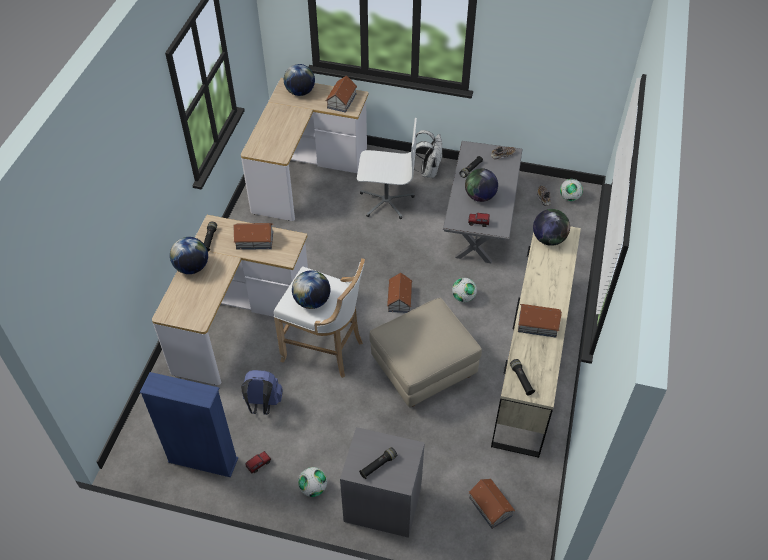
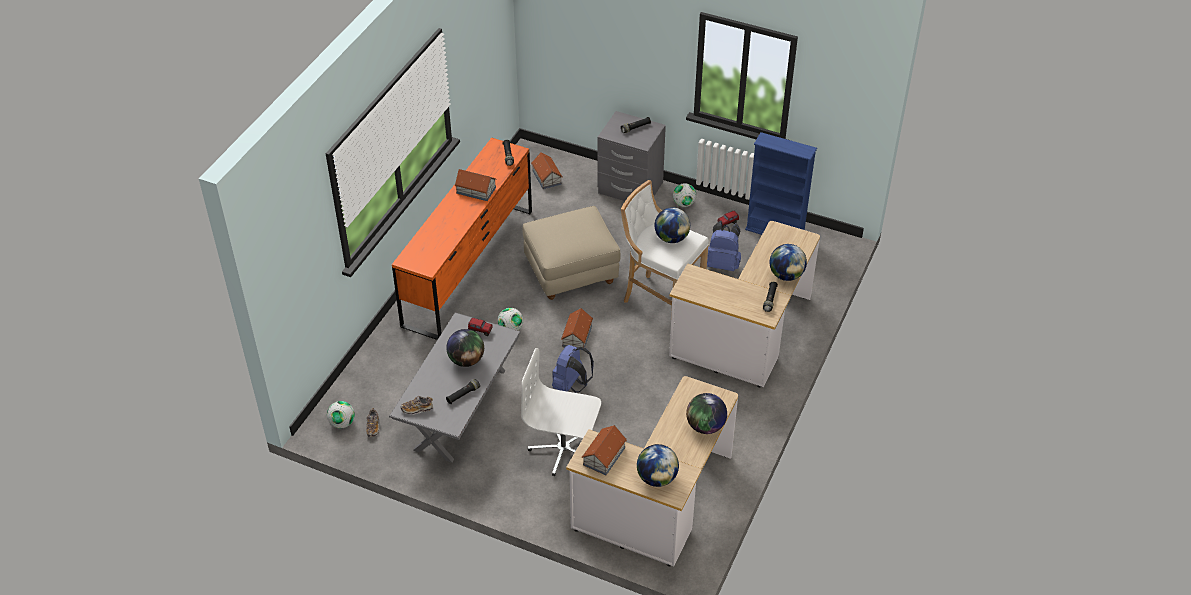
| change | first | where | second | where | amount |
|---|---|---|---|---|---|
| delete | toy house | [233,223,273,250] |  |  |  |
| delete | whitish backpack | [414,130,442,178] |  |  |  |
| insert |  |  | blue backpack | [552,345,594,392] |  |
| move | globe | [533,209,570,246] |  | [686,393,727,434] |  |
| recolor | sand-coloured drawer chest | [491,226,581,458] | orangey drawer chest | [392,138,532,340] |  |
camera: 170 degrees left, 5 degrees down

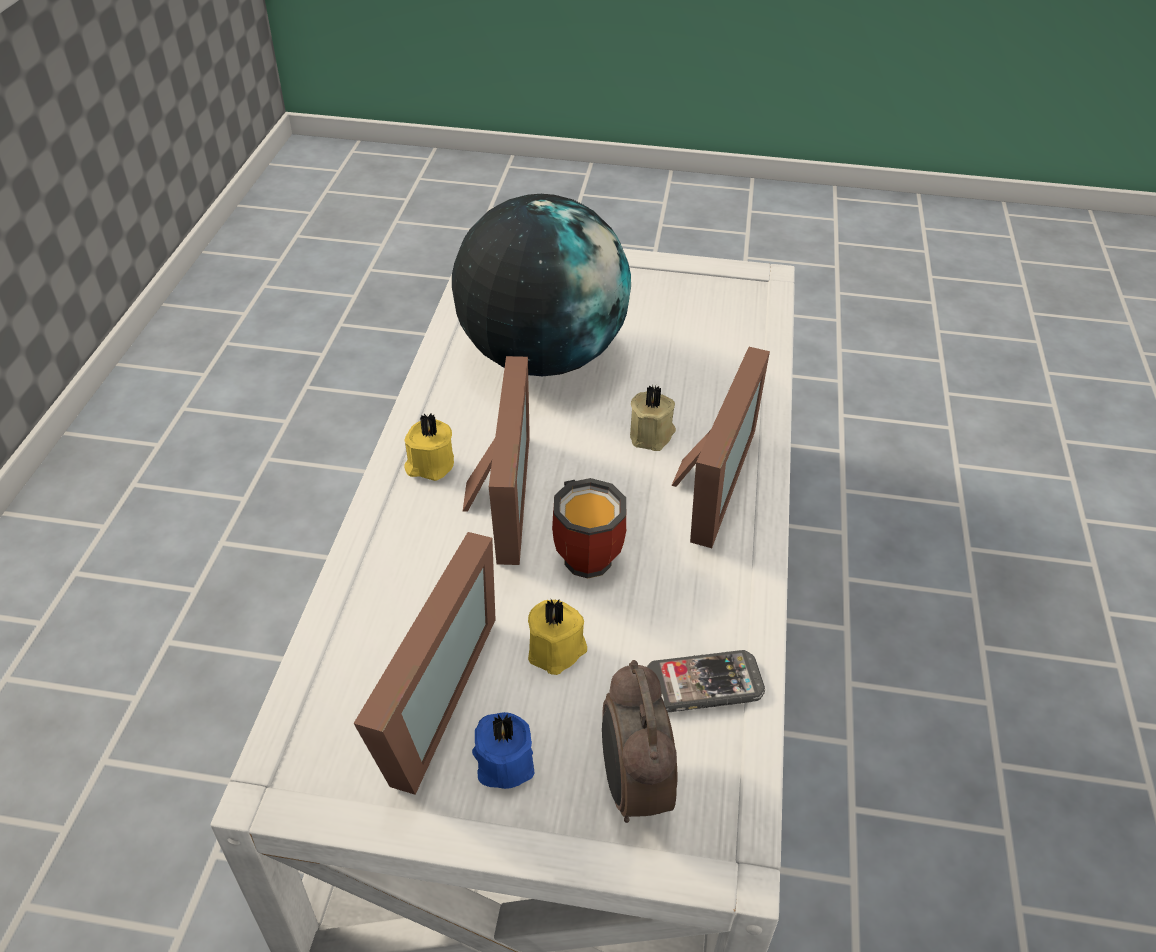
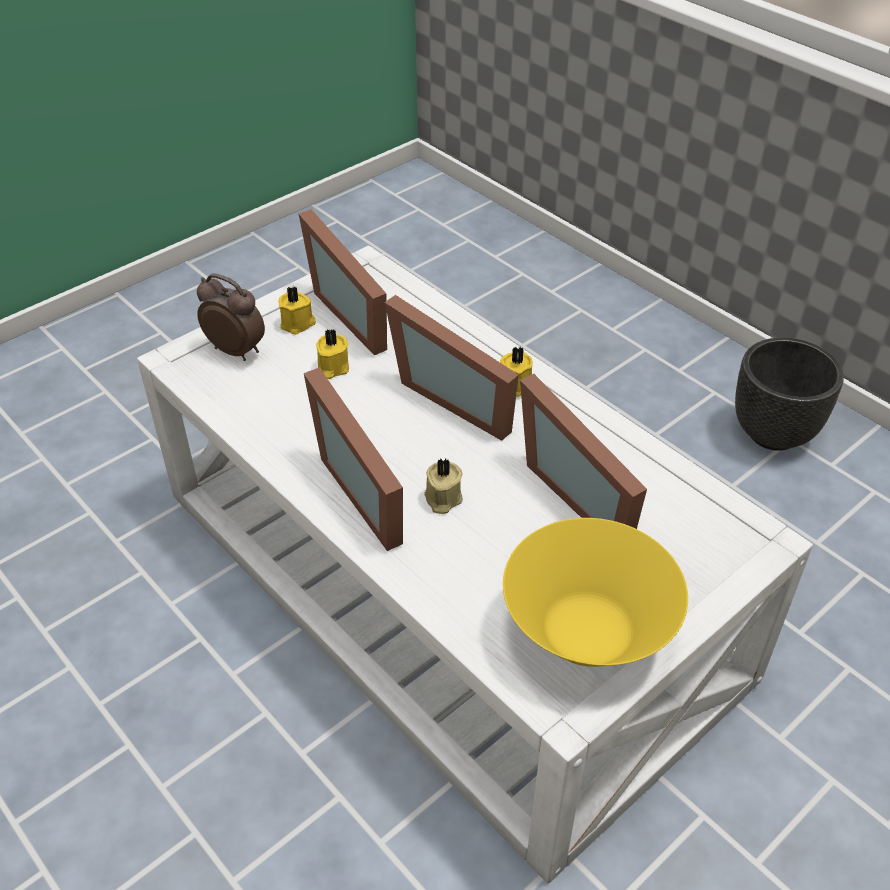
| change | first | where | second | where | amount |
|---|---|---|---|---|---|
| delete | tea mug | [552,478,626,579] |  |  |  |
| delete | telephone | [647,650,765,712] |  |  |  |
| insert |  |  | yellowish bowl | [503,518,688,667] |  |
| insert |  |  | blackish planter | [735,337,844,451] |  |
| replace | globe | [452,194,631,376] | picture frame | [520,374,647,529] |  |
| recolor | blue wax candle | [472,712,534,789] | yellowish wax candle | [278,287,316,335] |  |
camera: 130 degrees right, 0 degrees up

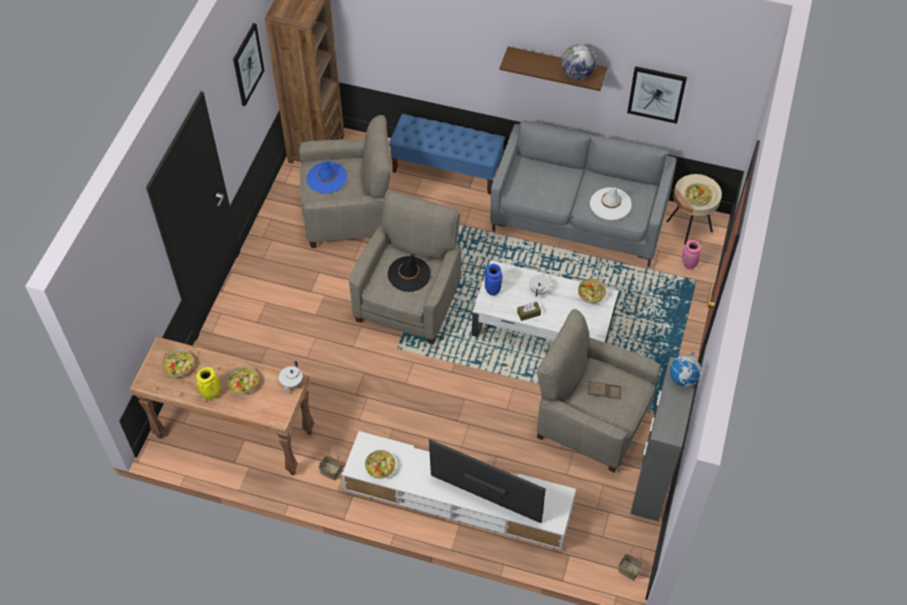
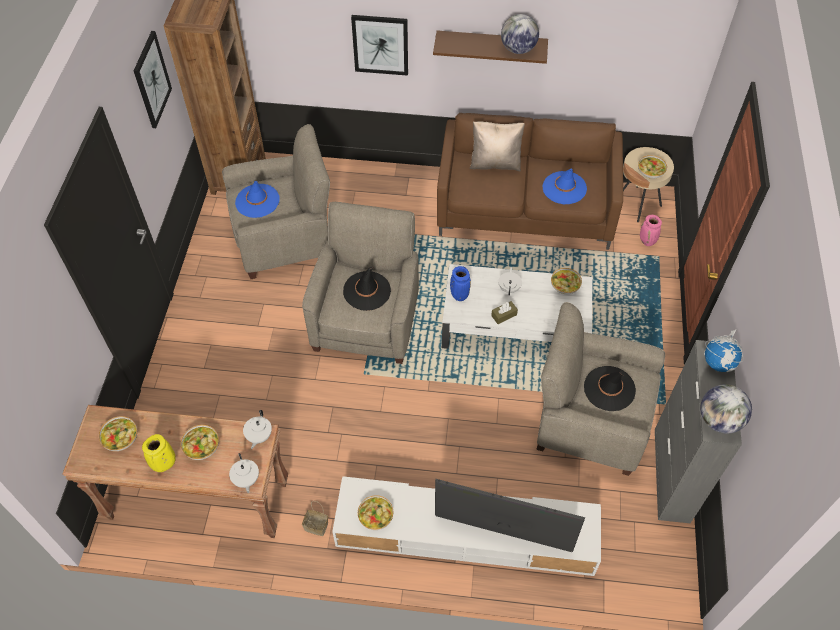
| change | first | where | second | where | amount |
|---|---|---|---|---|---|
| delete | blue indoor bench | [389,114,505,195] |  |  |  |
| delete | household basket | [618,547,643,580] |  |  |  |
| insert |  |  | whitish tea pot | [229,453,259,493] |  |
| insert |  |  | sand-coloured throw pillow | [469,121,525,172] |  |
| insert |  |  | globe | [700,384,752,434] |  |
| move | picture | [627,66,687,124] |  | [351,15,408,76] |  |
| replace | brown serving tray | [588,381,622,399] | blackish wearable hat | [584,366,636,411] |  |
| recolor | grey couch | [490,120,677,267] | brown couch | [437,113,623,250] |  |
| recolor | whitish wearable hat | [590,187,632,220] | blue wearable hat | [543,168,587,204] |  |
camera: 10 degrees left, 0 degrees up

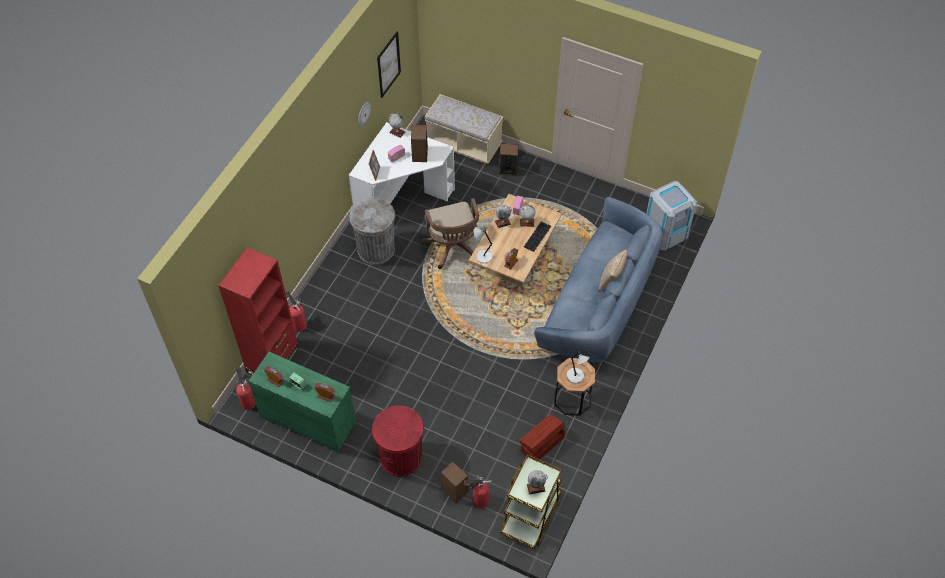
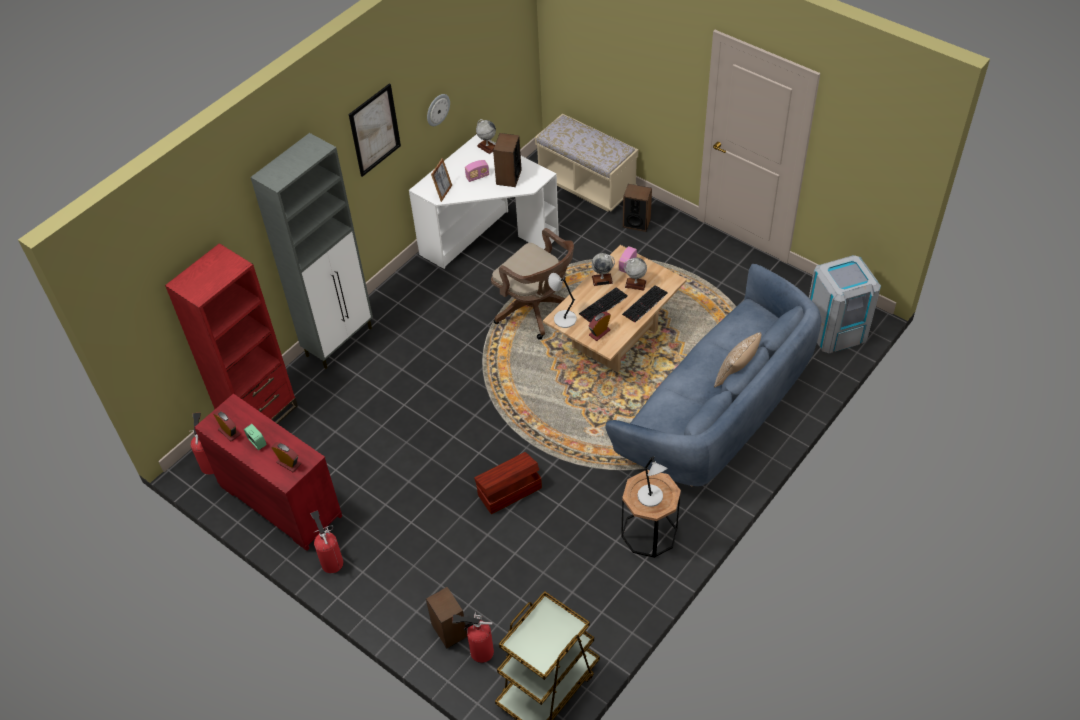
| change | first | where | second | where | amount |
|---|---|---|---|---|---|
| delete | grey trash can | [349,197,395,265] |  |  |  |
| delete | red trash can | [372,405,424,477] |  |  |  |
| delete | globe | [527,470,548,495] |  |  |  |
| insert |  |  | grey cupboard | [251,133,373,369] |  |
| insert |  |  | computer keyboard | [579,287,628,322] |  |
| move | fire-fighting cylinder | [285,291,307,332] |  | [310,510,344,573] |  |
| move | picture | [377,31,401,98] |  | [349,83,401,177] |  |
| move | brown storage container | [520,414,566,461] |  | [474,452,542,514] |  |
| recolor | green-coloured drawer chest | [249,352,356,453] | red drawer chest | [194,393,342,551] |  |
| rotate | brown office chair | [421,198,479,269] |  | [491,228,574,340] | 45 degrees counterclockwise |
camera: 15 degrees right, 5 degrees down

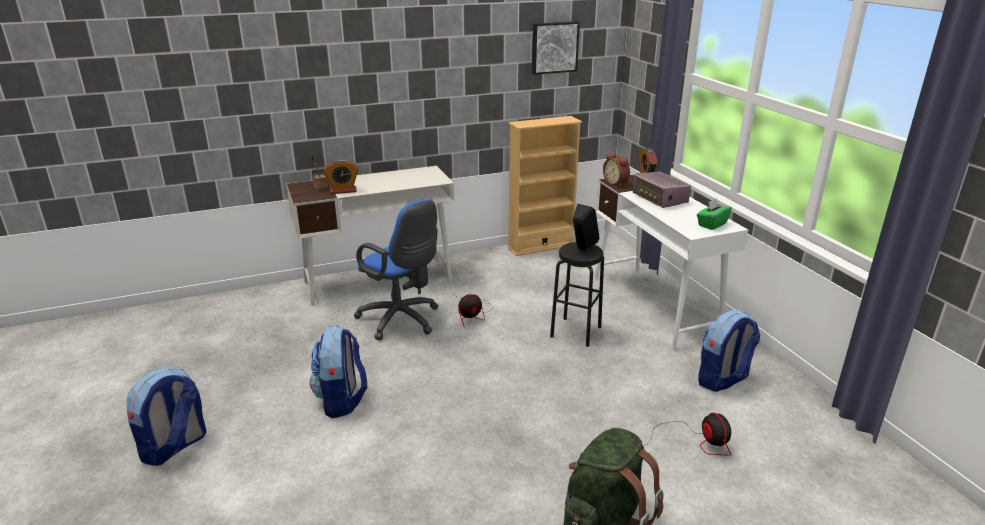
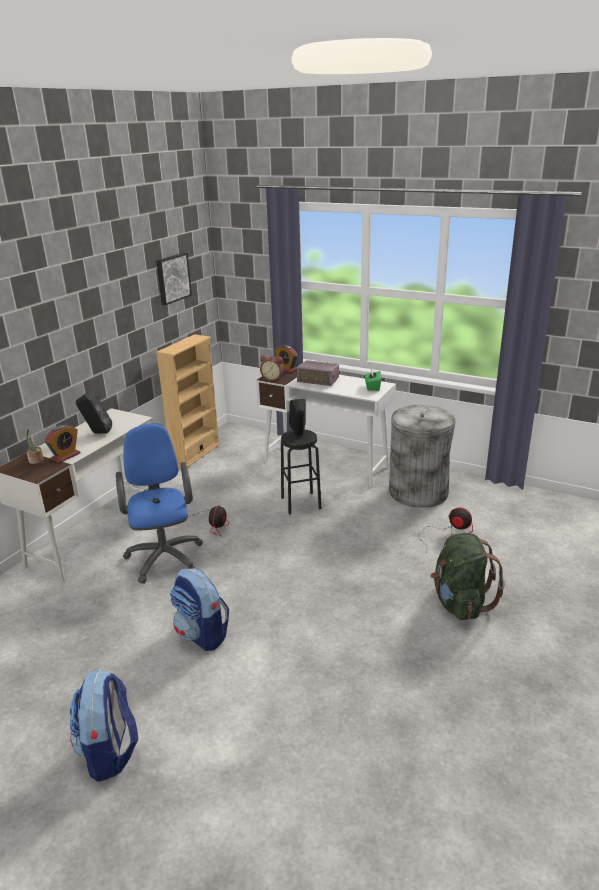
| change | first | where | second | where | amount |
|---|---|---|---|---|---|
| insert |  |  | blackish speaker | [76,391,112,434] |  |
| replace | backpack | [698,310,760,392] | grey trash can | [389,405,455,508] |  |
| rotate | blue office chair | [354,199,438,341] |  | [116,423,203,584] | 105 degrees counterclockwise |
camera: 40 degrees left, 0 degrees up

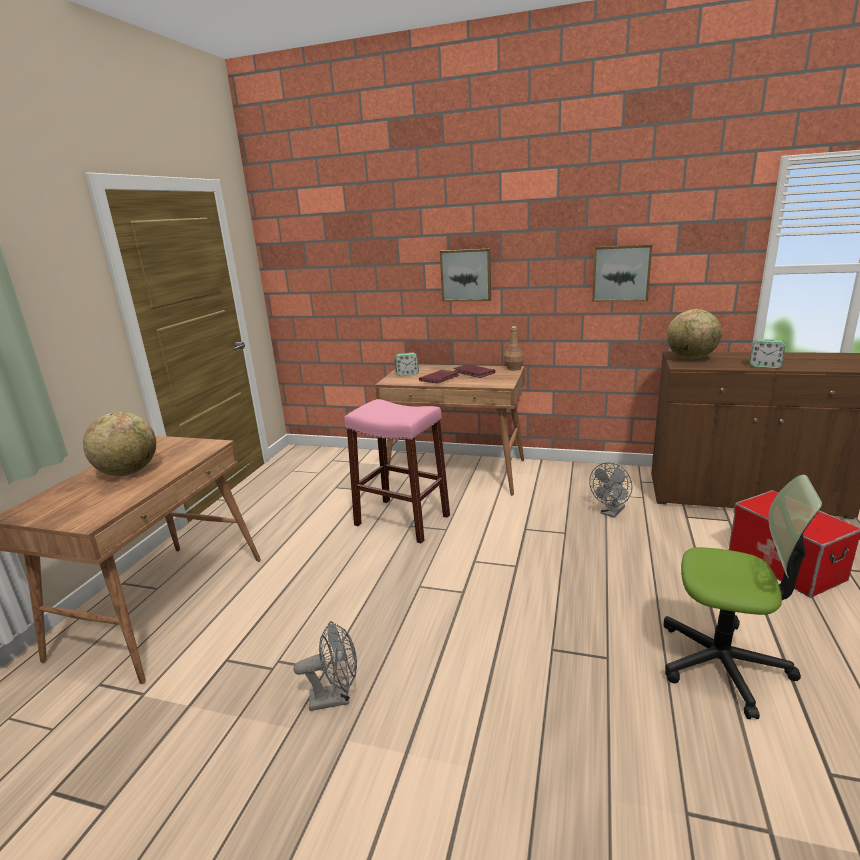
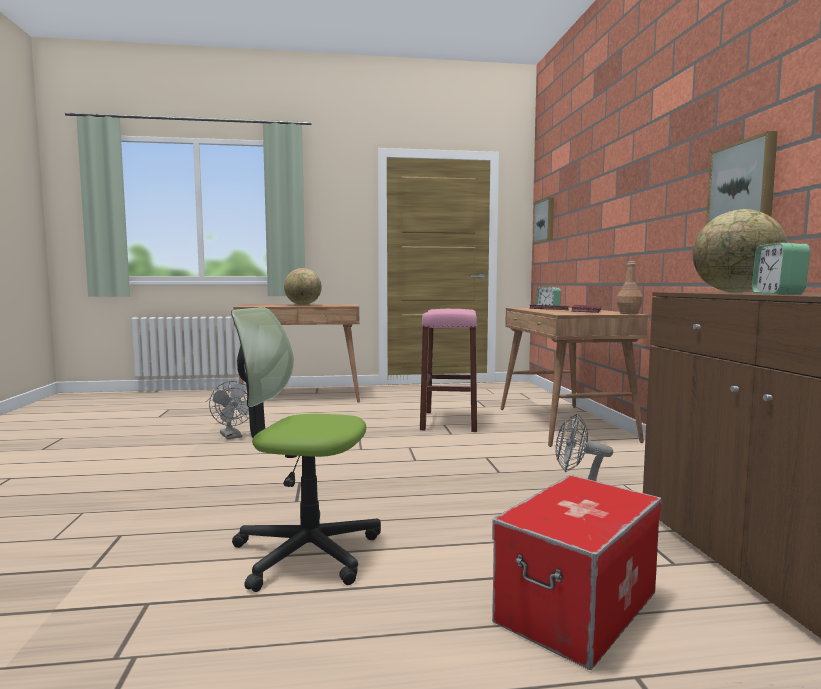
| change | first | where | second | where | amount |
|---|---|---|---|---|---|
| move | picture | [440,249,491,302] |  | [533,197,554,243] |  |
| rotate | office chair | [664,475,823,719] |  | [231,307,381,592] | 105 degrees clockwise |
camera: 65 degrees right, 15 degrees down

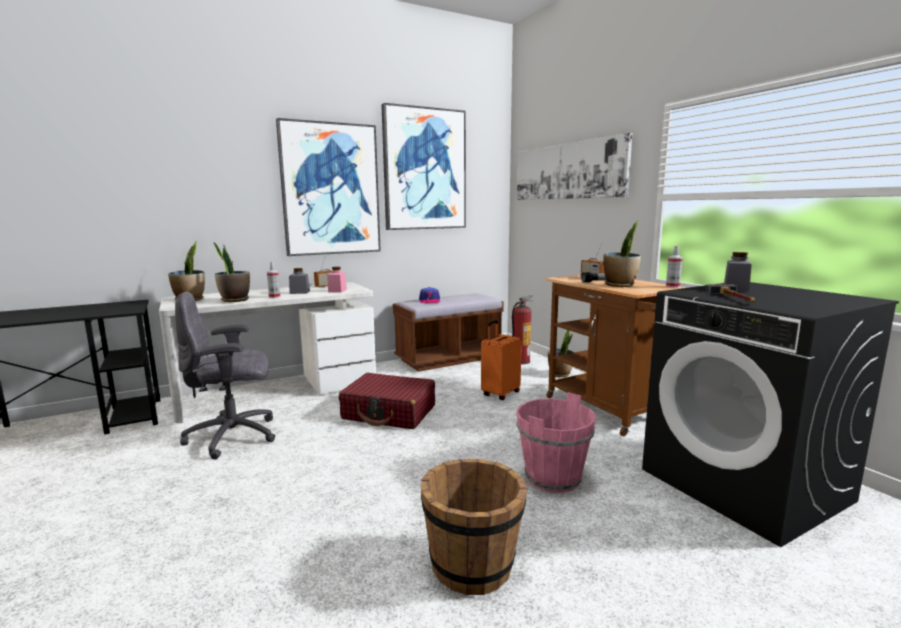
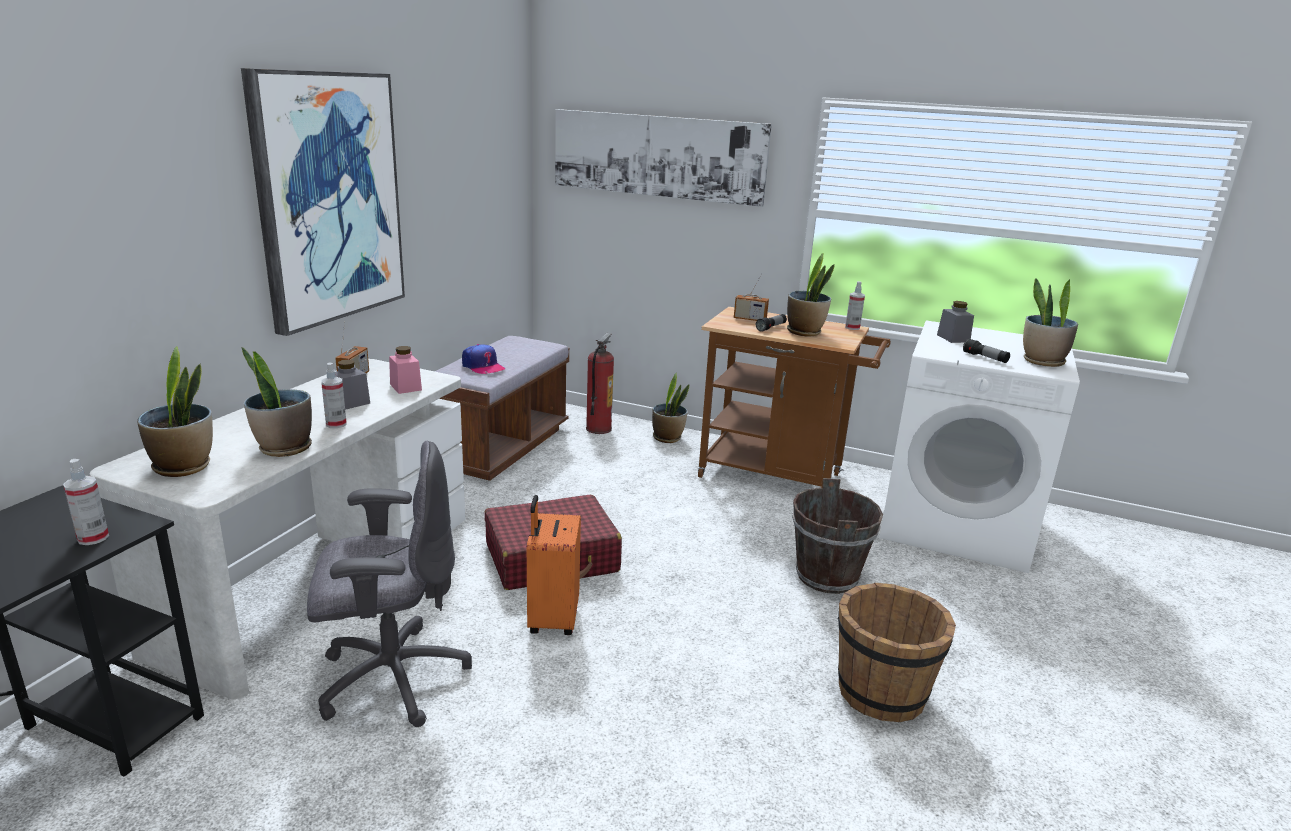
| change | first | where | second | where | amount |
|---|---|---|---|---|---|
| delete | picture | [381,103,466,230] |  |  |  |
| insert |  |  | hand sprayer | [63,459,109,545] |  |
| insert |  |  | potted plant | [1023,278,1078,367] |  |
| move | orangey piece of luggage | [481,320,522,400] |  | [527,495,581,635] |  |
| replace | hammer | [706,284,755,302] | flashlight | [963,338,1010,363] |  |
| recolor | pink water bucket | [516,392,596,493] | brown water bucket | [792,478,883,594] |  |
| recolor | blackish washing machine | [642,282,899,547] | whitish washing machine | [879,321,1080,573] |  |
| rotate | grey office chair | [175,292,275,460] |  | [307,441,472,727] | 135 degrees counterclockwise |
camera: 40 degrees left, 10 degrees up

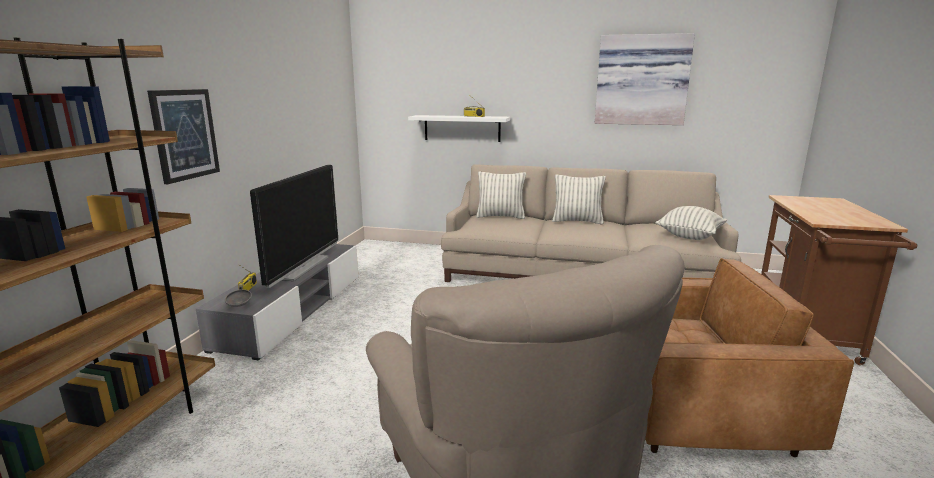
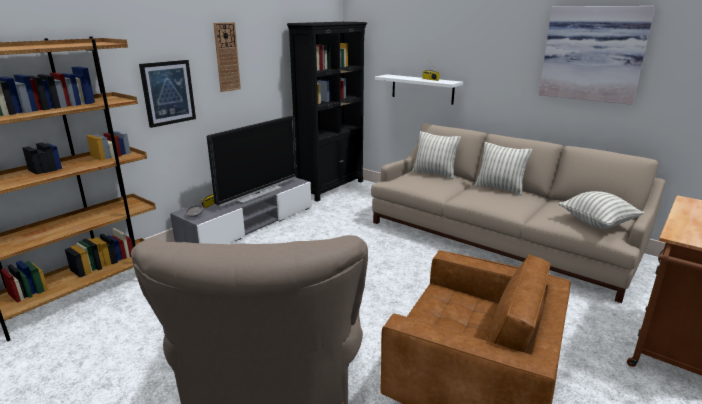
| change | first | where | second | where | amount |
|---|---|---|---|---|---|
| insert |  |  | wall clock | [213,22,241,92] |  |
| insert |  |  | blackish shelving unit | [287,22,367,202] |  |
camera: 25 degrees right, 5 degrees up

